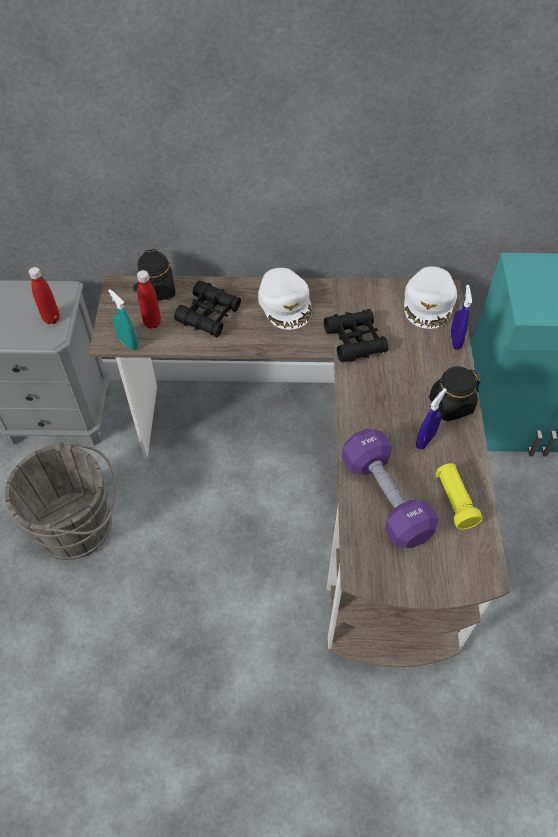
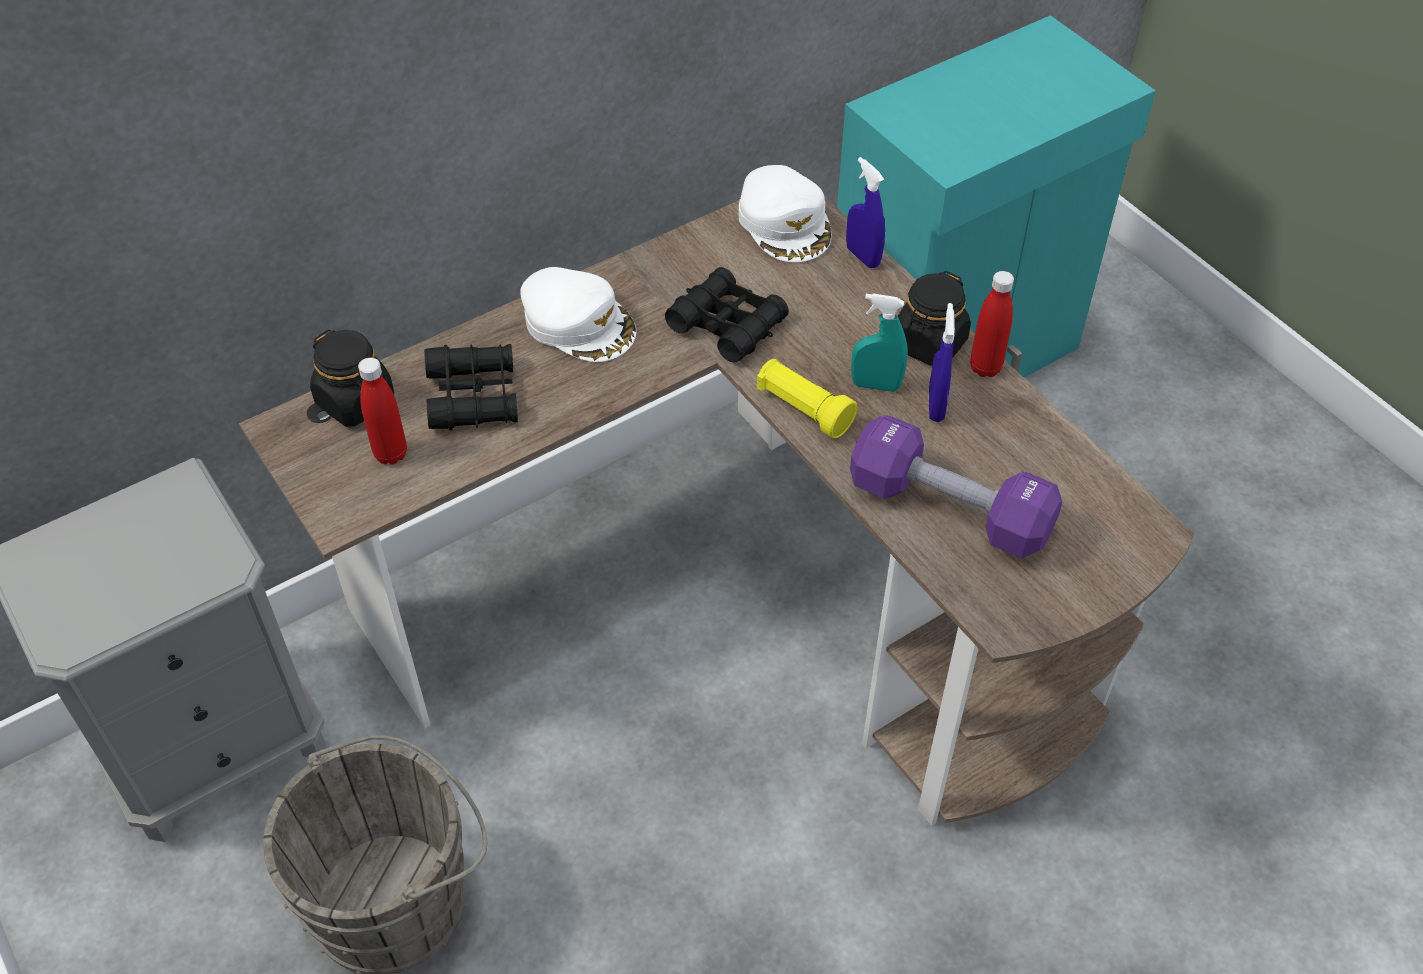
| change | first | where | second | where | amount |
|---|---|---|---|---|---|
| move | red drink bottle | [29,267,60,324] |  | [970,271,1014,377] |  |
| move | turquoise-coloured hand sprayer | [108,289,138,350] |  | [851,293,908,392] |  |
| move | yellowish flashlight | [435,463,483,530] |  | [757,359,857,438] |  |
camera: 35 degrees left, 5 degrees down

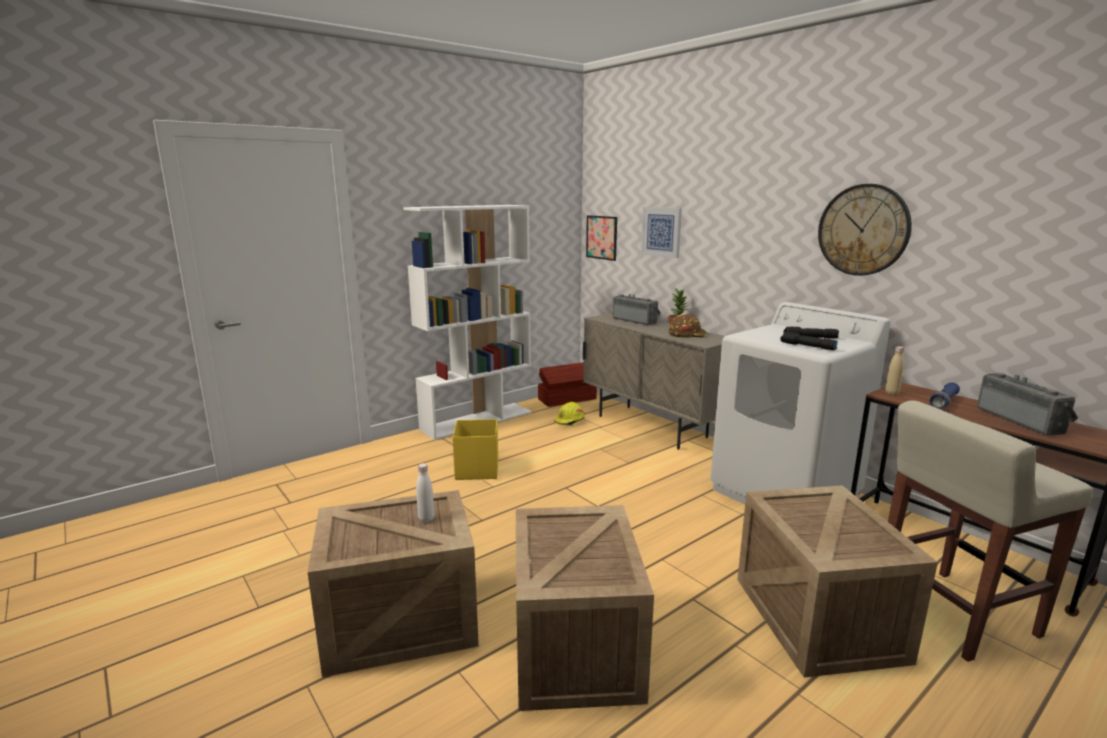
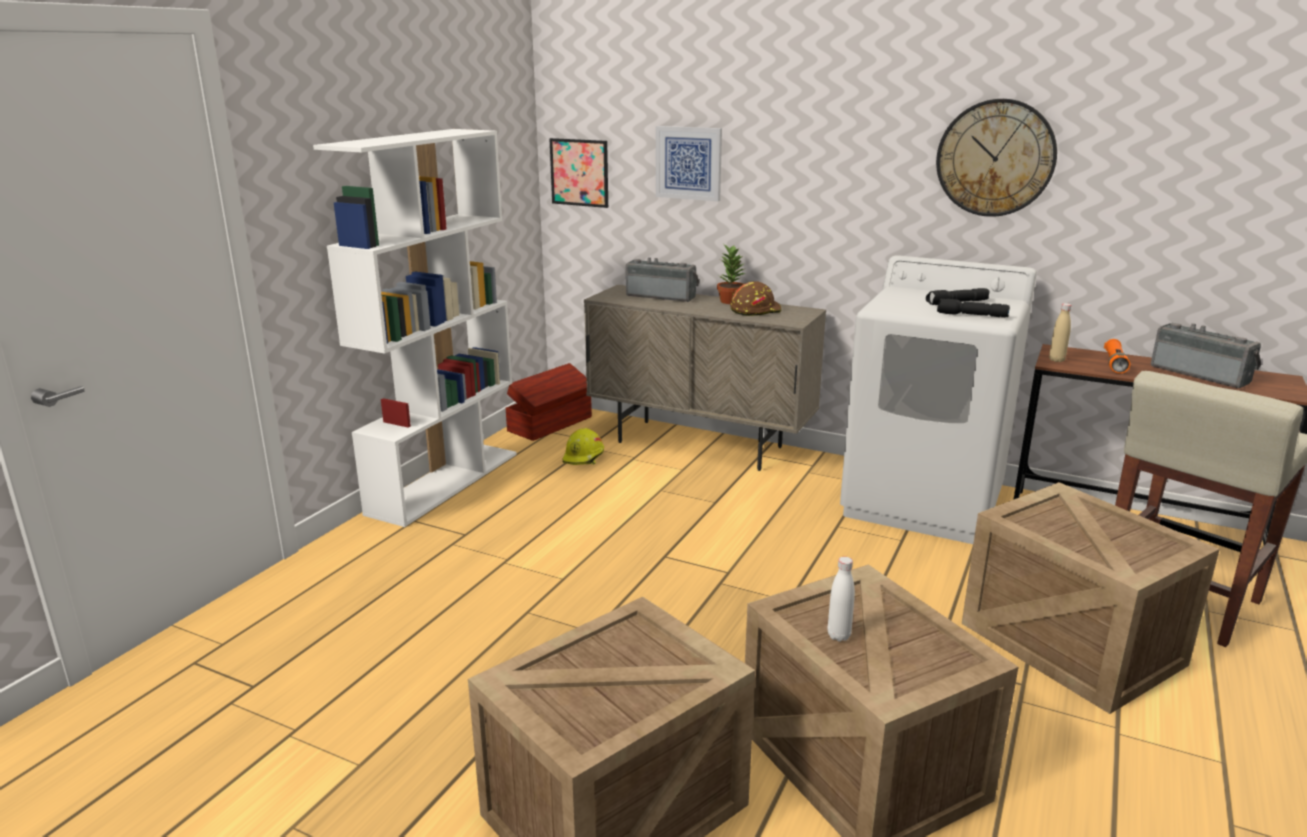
| change | first | where | second | where | amount |
|---|---|---|---|---|---|
| delete | yellowish storage container | [452,419,498,480] |  |  |  |
| move | whitish drink bottle | [416,463,434,522] |  | [828,557,855,641] |  |
| recolor | blue flashlight | [929,383,960,409] | orangey flashlight | [1104,339,1130,374] |  |
camera: 25 degrees left, 5 degrees up

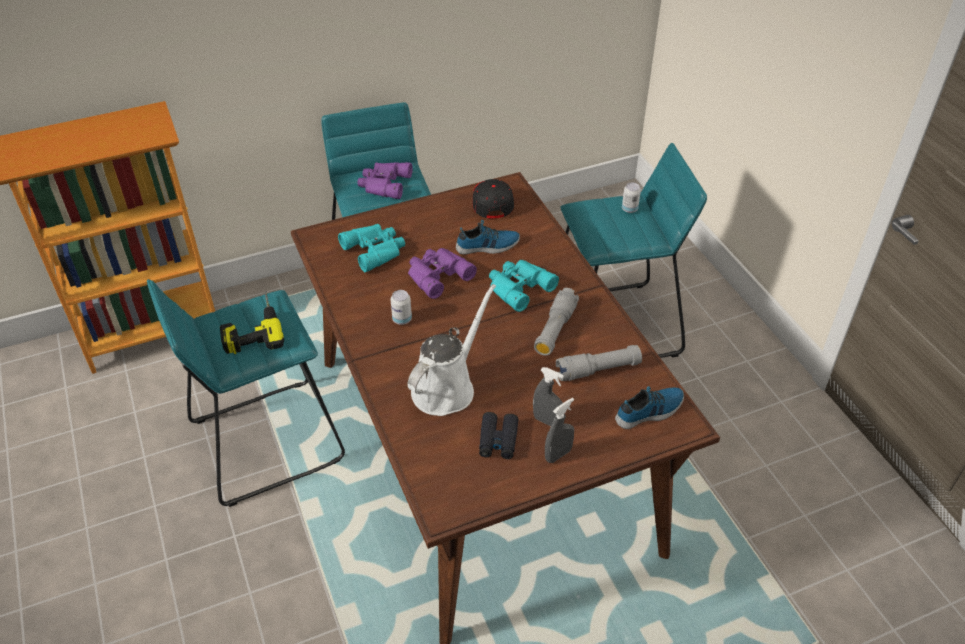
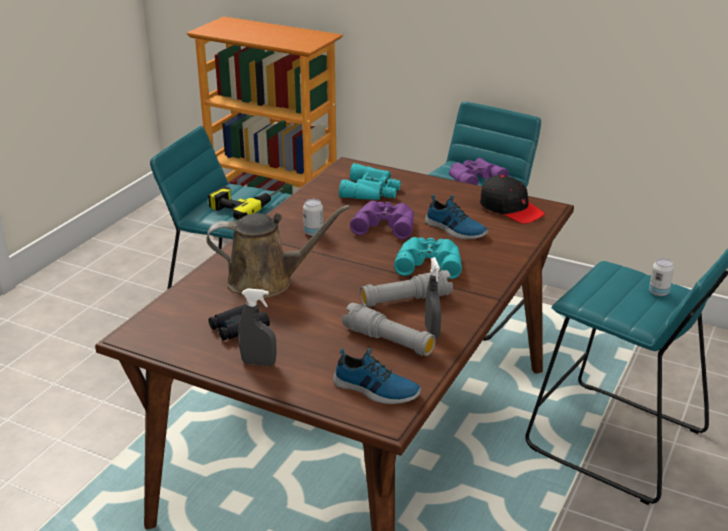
| change | first | where | second | where | amount |
|---|---|---|---|---|---|
| move | grey hand sprayer | [533,367,564,426] |  | [425,257,441,339] |  |
| recolor | whitish sprinkling can | [407,284,496,416] | brown sprinkling can | [206,205,350,298] |  |
| rotate | blackish baseball cap | [472,179,514,218] |  | [480,175,545,224] | 90 degrees clockwise |
camera: 50 degrees right, 15 degrees down

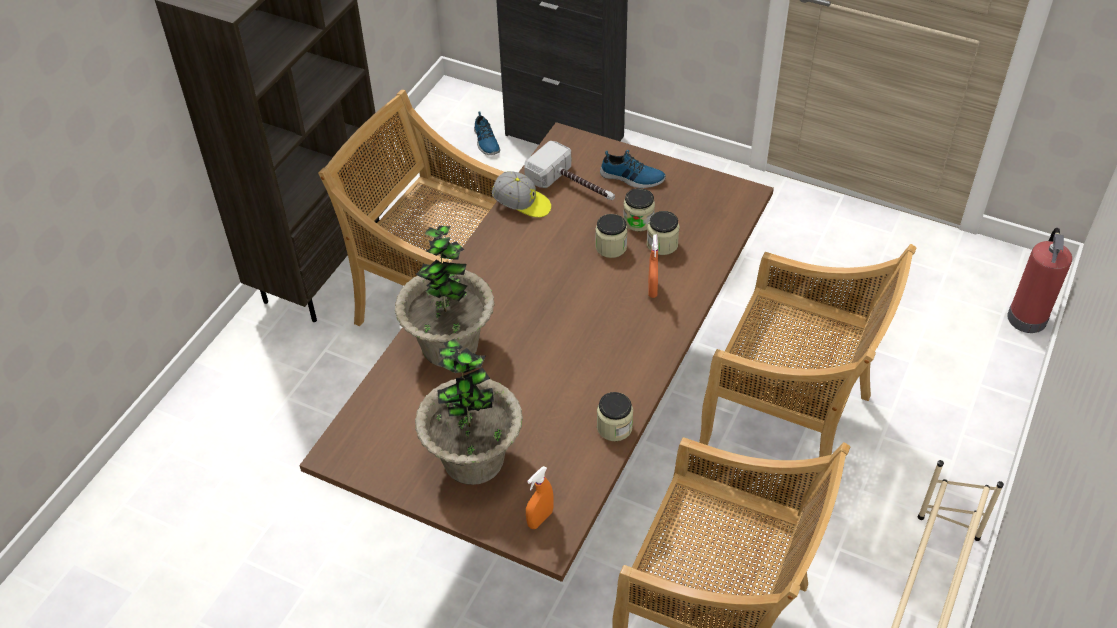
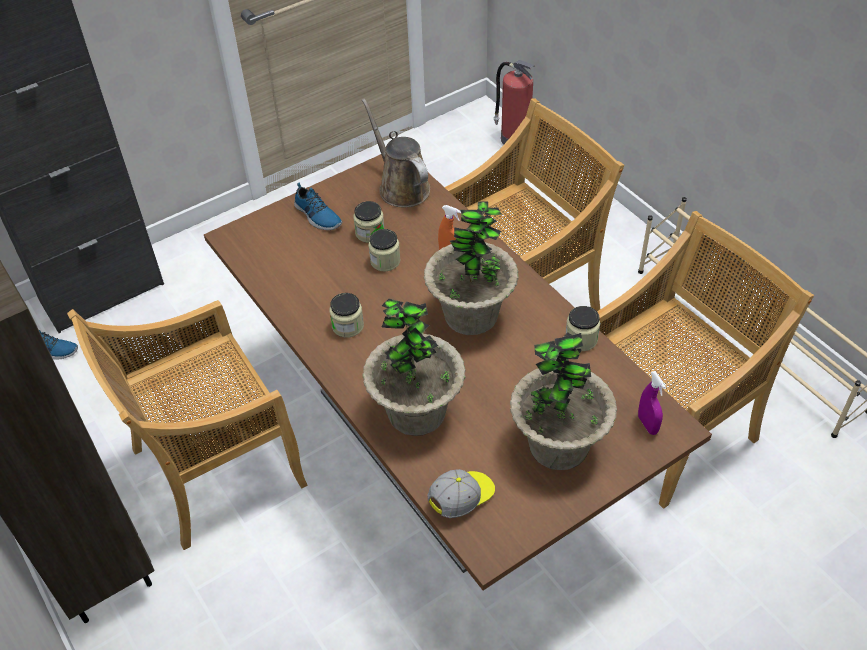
| change | first | where | second | where | amount |
|---|---|---|---|---|---|
| delete | hammer | [524,141,615,200] |  |  |  |
| insert |  |  | brown sprinkling can | [362,98,430,207] |  |
| insert |  |  | potted plant | [424,202,519,335] |  |
| move | baseball cap | [492,171,551,218] |  | [428,469,495,518] |  |
| move | storage jar | [647,211,679,255] |  | [329,293,364,338] |  |
| recolor | orangey hand sprayer | [526,466,554,529] | purplish hand sprayer | [638,371,666,435] |  |
| rotate | low shoe | [600,150,666,188] |  | [294,183,342,230] | 90 degrees clockwise |
camera: 60 degrees left, 0 degrees up

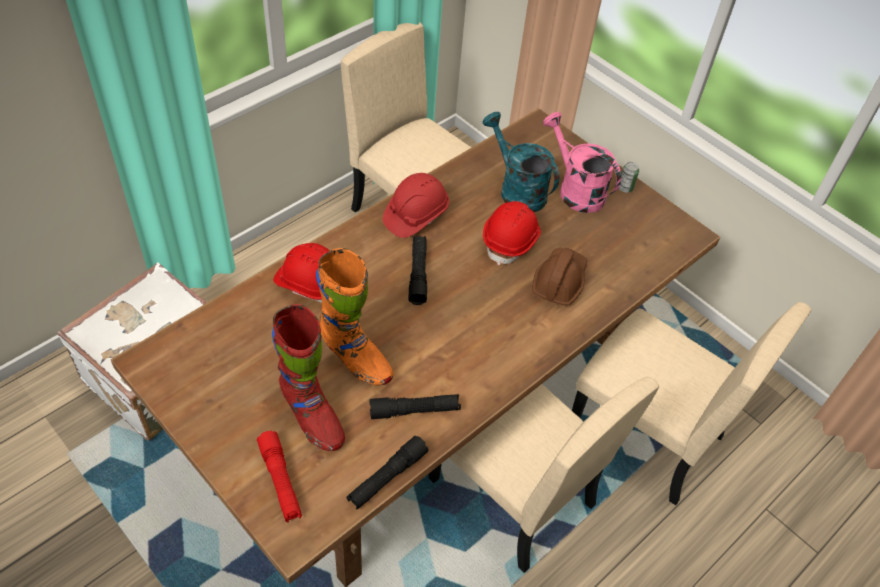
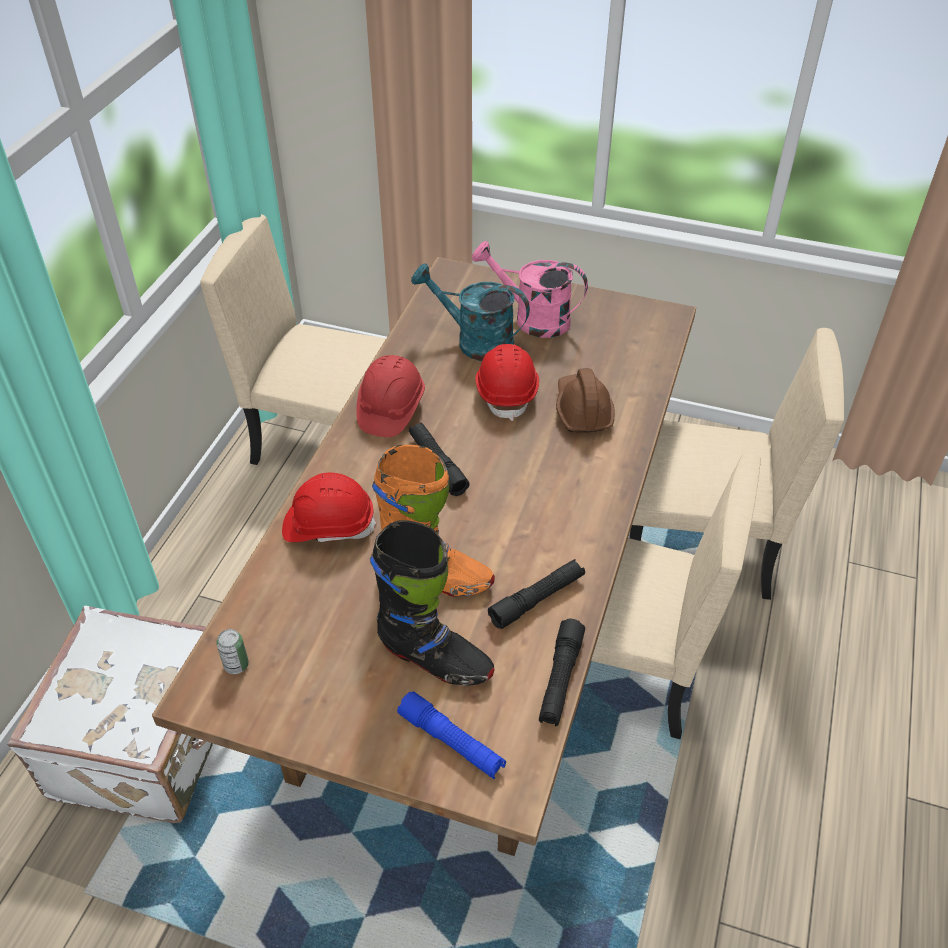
| change | first | where | second | where | amount |
|---|---|---|---|---|---|
| move | can | [619,162,639,193] |  | [216,629,249,674] |  |
| recolor | red flashlight | [257,431,302,522] | blue flashlight | [397,691,506,779] |  |
| recolor | red high-top boot | [272,304,345,451] | blackish high-top boot | [370,520,495,686] |  |
camera: 25 degrees left, 5 degrees down

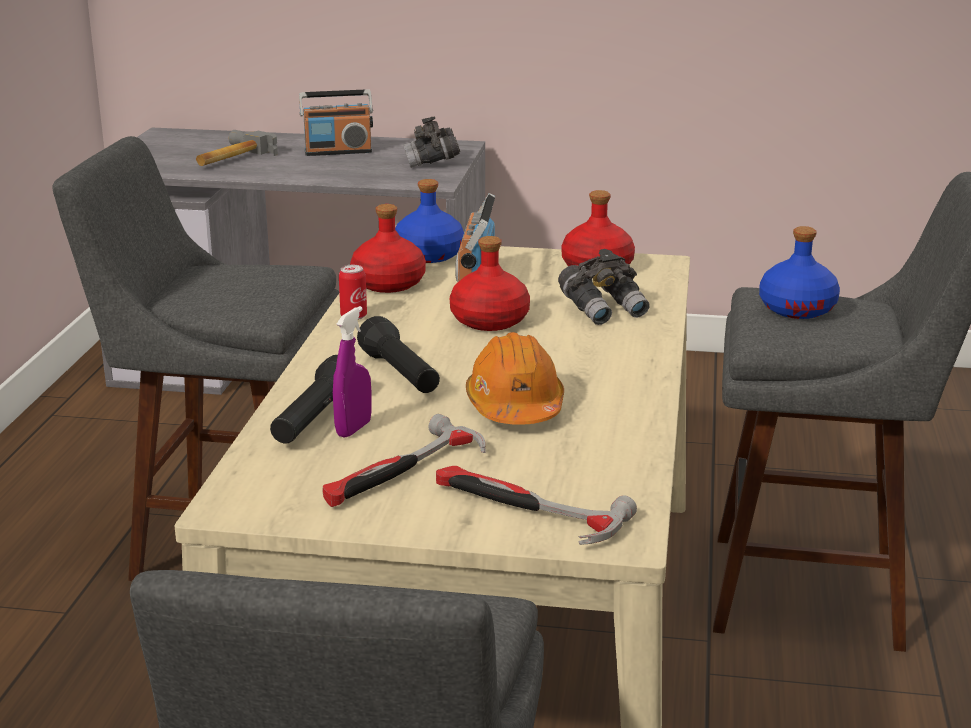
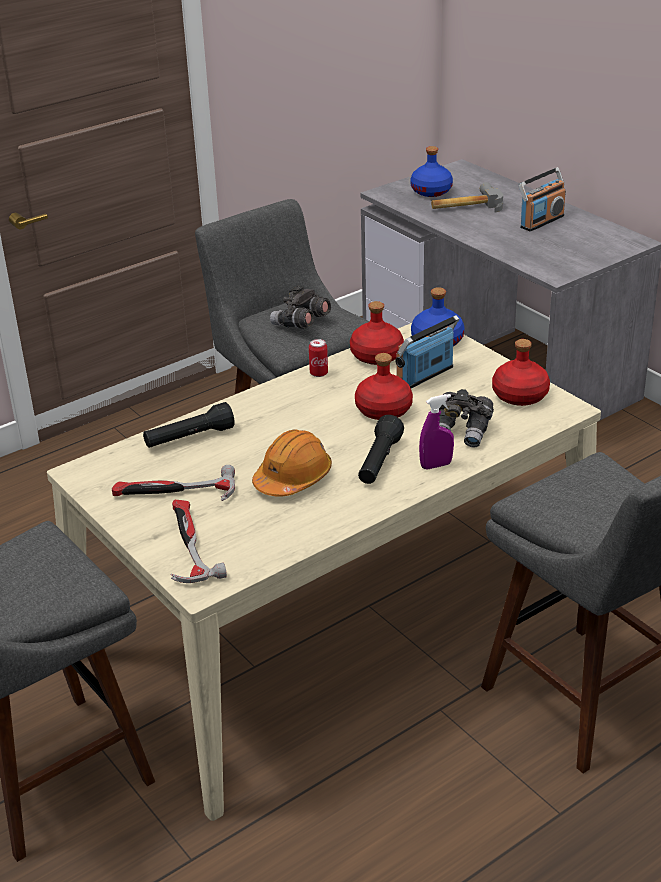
| change | first | where | second | where | amount |
|---|---|---|---|---|---|
| move | purplish hand sprayer | [333,306,372,438] |  | [419,394,454,470] |  |
| move | blackish flashlight | [357,316,440,393] |  | [358,415,404,484] |  |
| move | grey binoculars | [403,117,460,168] |  | [270,286,331,329] |  |
| move | blue drink bottle | [759,226,840,319] |  | [410,146,453,197] |  |
| rotate | radio | [299,90,373,156] |  | [519,167,566,231] | 75 degrees counterclockwise |
camera: 45 degrees right, 10 degrees up

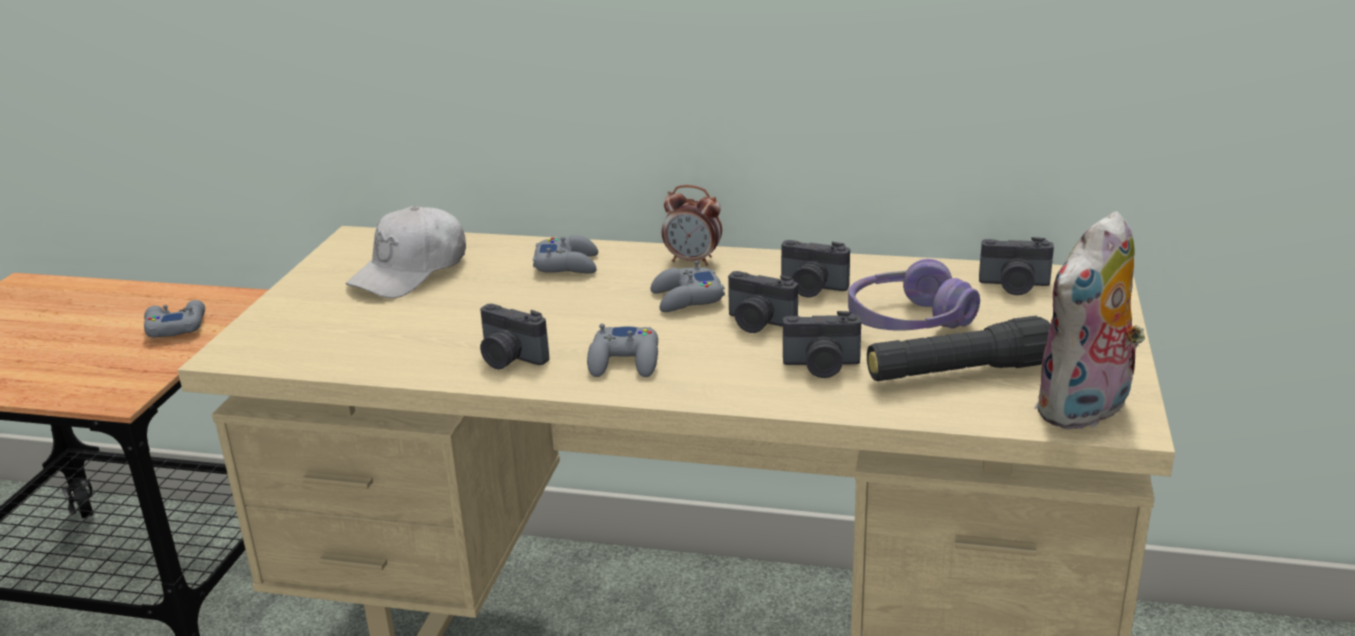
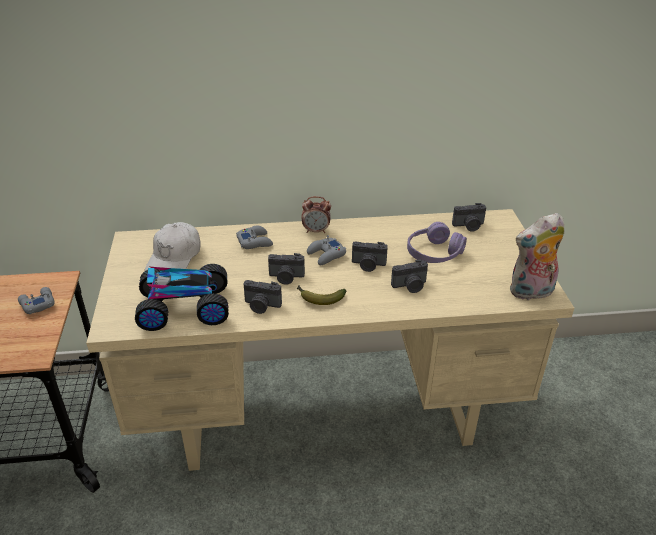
| change | first | where | second | where | amount |
|---|---|---|---|---|---|
| delete | blackish flashlight | [867,316,1051,381] |  |  |  |
| insert |  |  | miniature car | [135,264,229,331] |  |
| move | still camera | [781,240,850,297] |  | [268,253,305,285] |  |
| replace | grey joypad | [587,324,658,377] | whole banana | [297,285,346,305] |  |
| rotate | plush toy | [1034,211,1145,430] |  | [510,213,565,300] | 45 degrees clockwise |
camera: 20 degrees left, 10 degrees up

